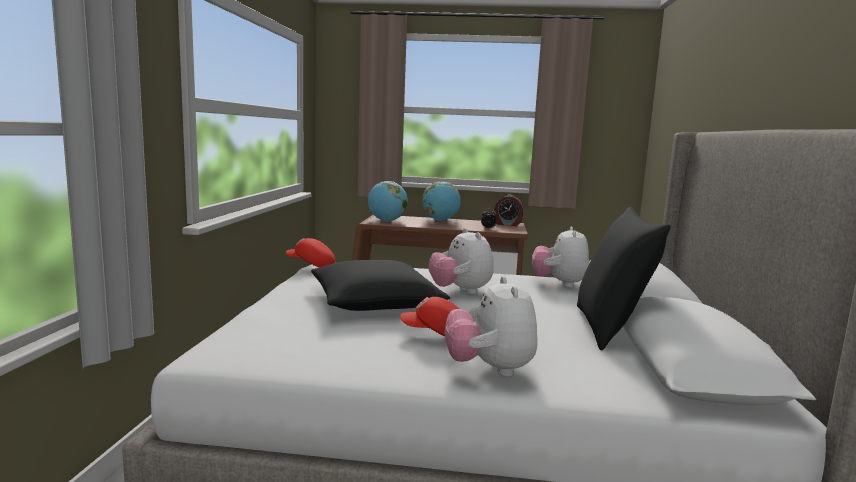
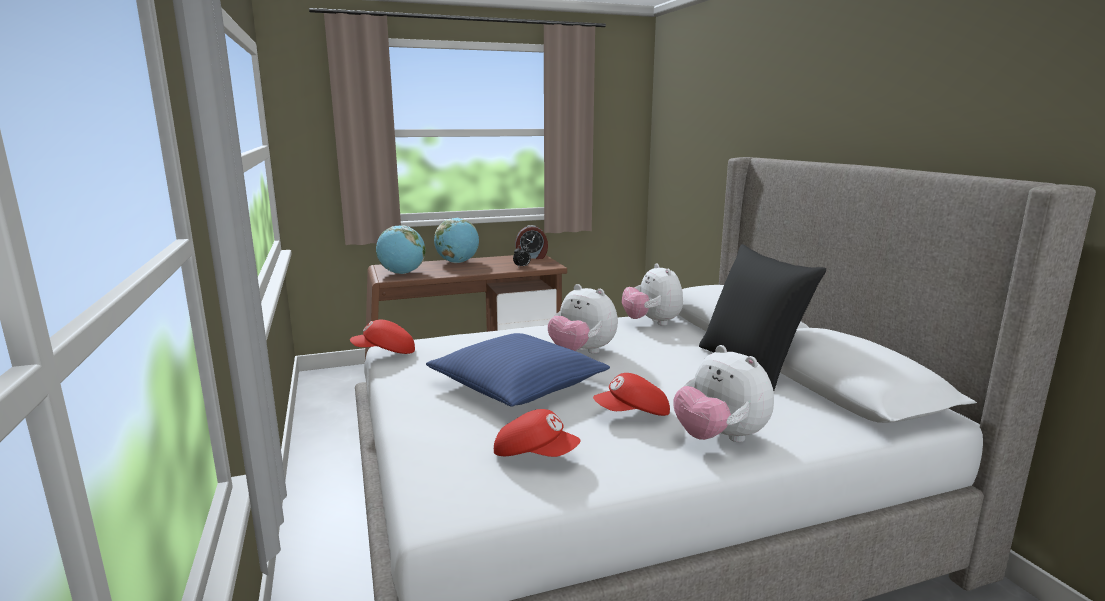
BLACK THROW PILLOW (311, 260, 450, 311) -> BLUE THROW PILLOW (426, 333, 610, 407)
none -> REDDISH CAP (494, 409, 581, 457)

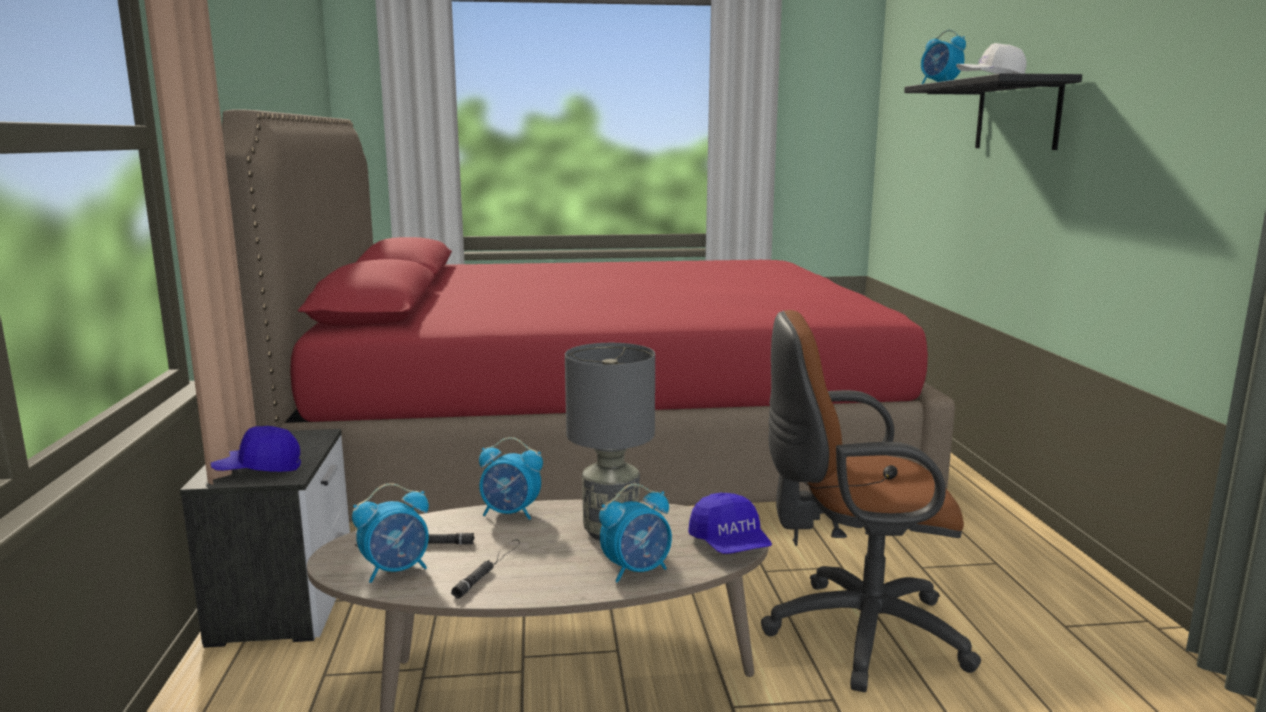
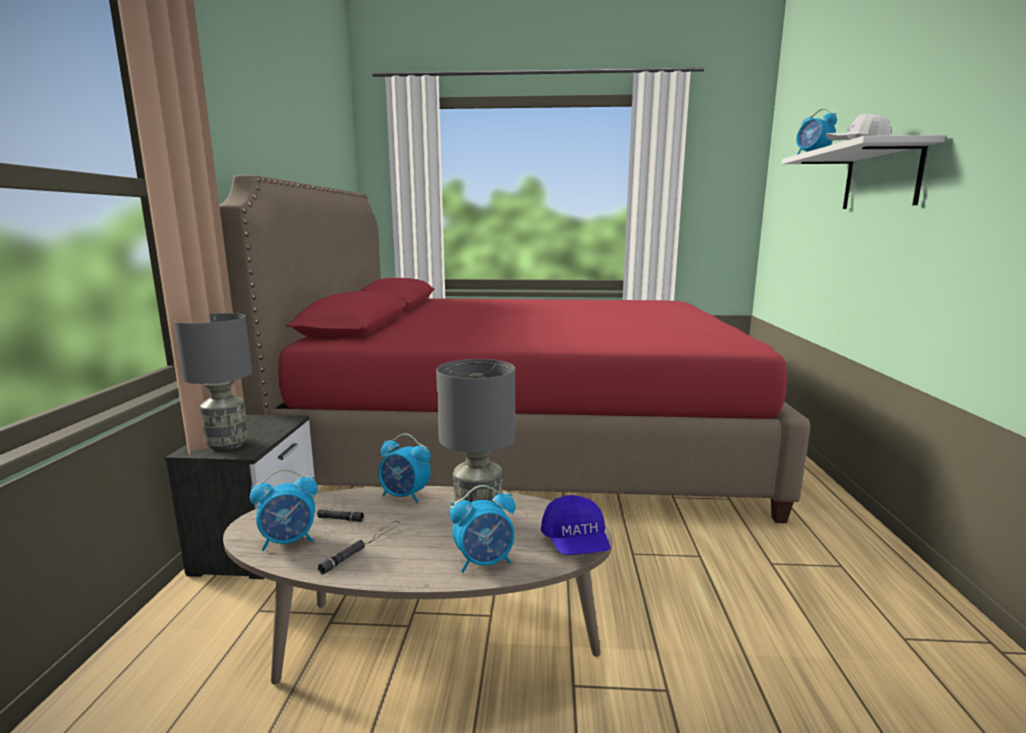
BLUE CAP (211, 426, 301, 472) -> GREYISH TABLE LAMP (174, 313, 252, 451)
BLACK SHELF (904, 74, 1082, 150) -> WHITE SHELF (782, 135, 945, 209)
BROWN OFFICE CHAIR (761, 310, 981, 692) -> none

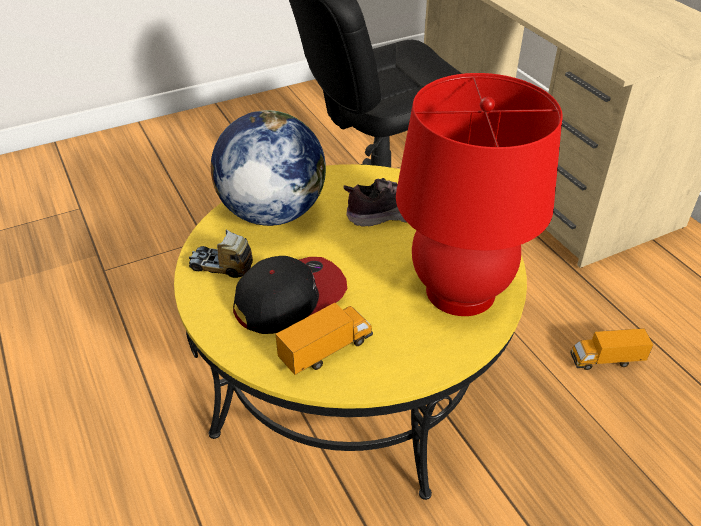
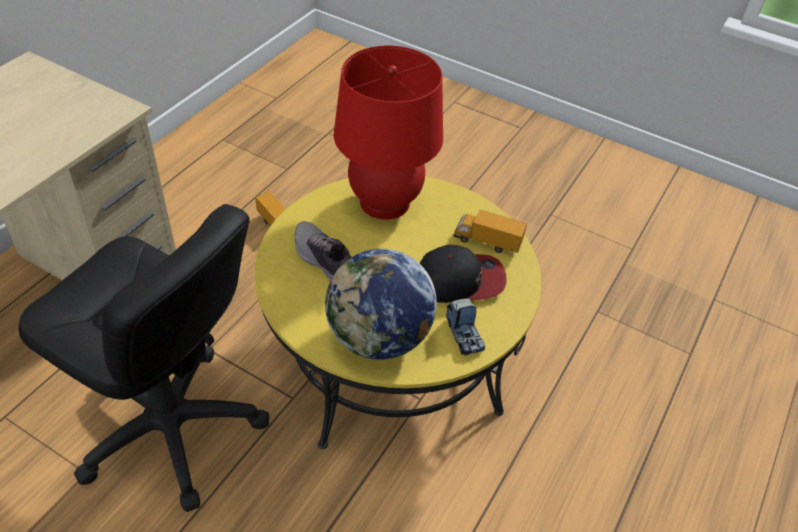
CAP (233, 256, 347, 334) -> CAP (419, 245, 507, 303), 150 degrees clockwise

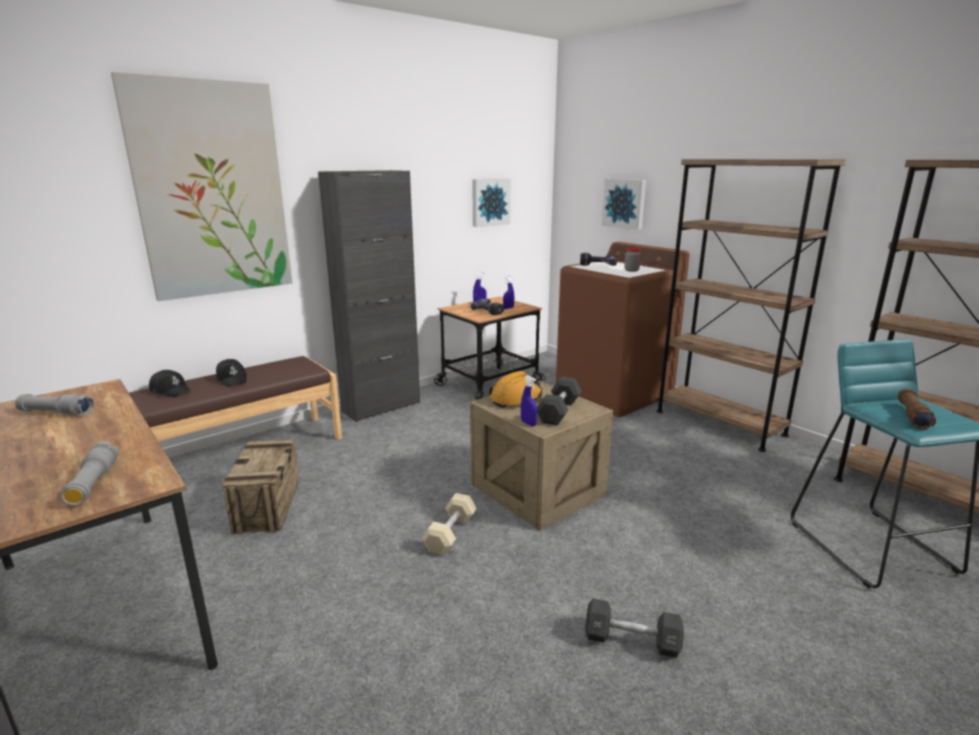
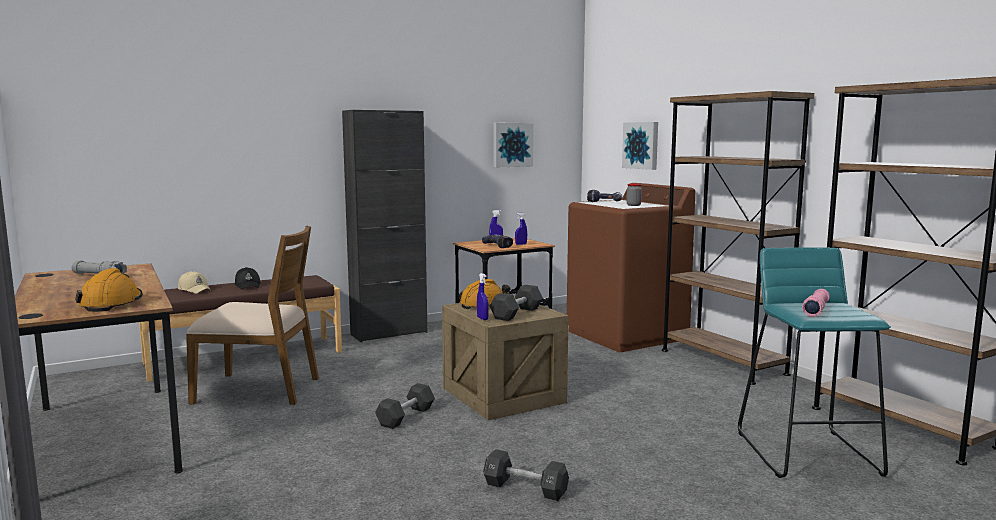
GREYISH TORCH (60, 441, 119, 506) -> ORANGE-COLOURED SAFETY HELMET (75, 268, 143, 312)
BLACK CAP (149, 370, 191, 397) -> BEIGE CAP (178, 271, 210, 294)
CRATE (222, 439, 299, 535) -> BROWN CHAIR (186, 226, 319, 405)
BEIGE DUMBBELL (421, 493, 477, 556) -> BLACK DUMBBELL (375, 383, 435, 429)
BROWN TORCH (898, 389, 936, 430) -> PINK-COLOURED TORCH (802, 289, 830, 317)
PICTURE (111, 72, 292, 301) -> none

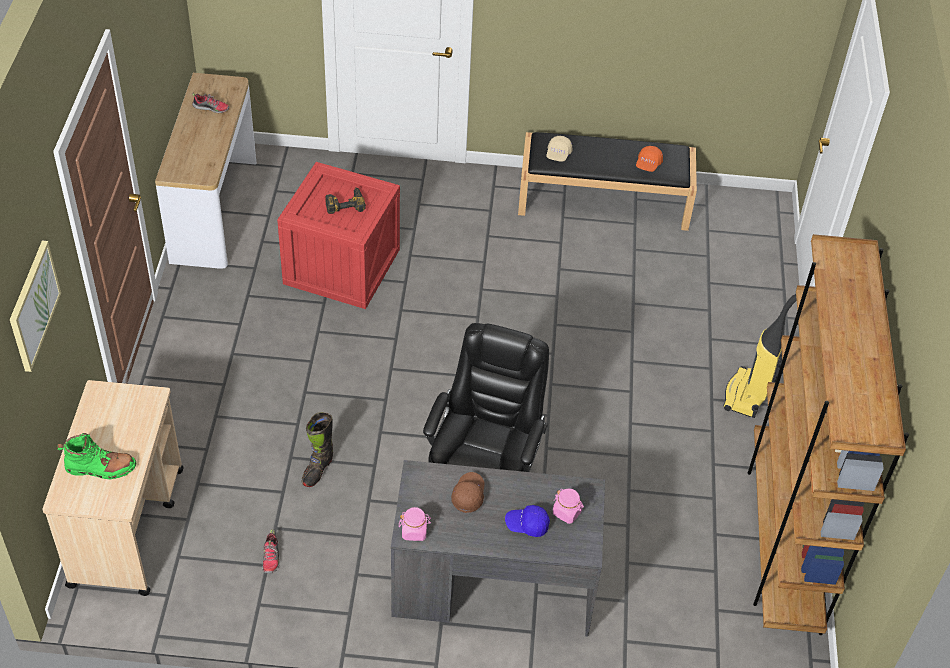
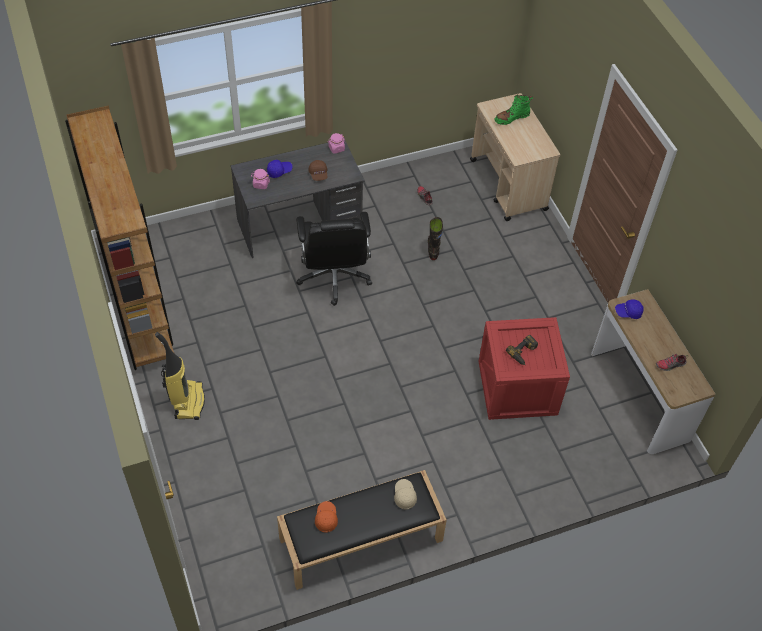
none -> BLUE CAP (615, 299, 644, 319)
PICTURE (10, 241, 61, 372) -> none

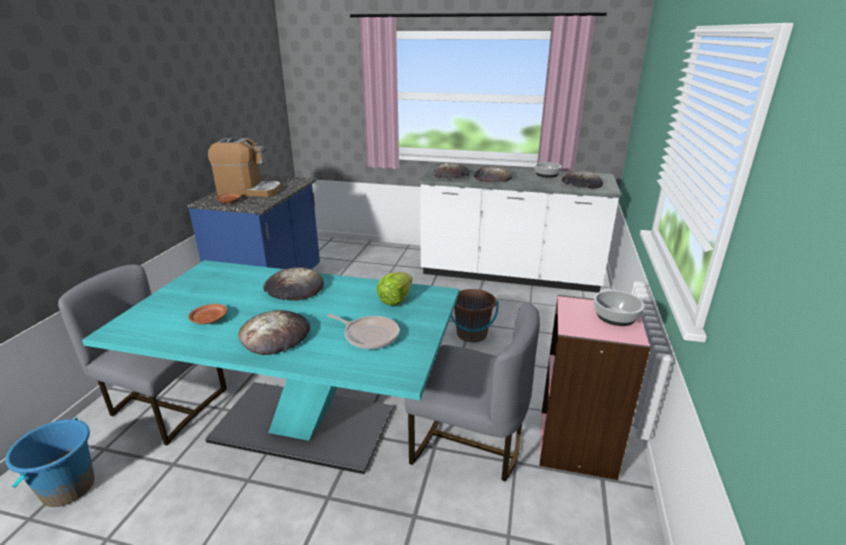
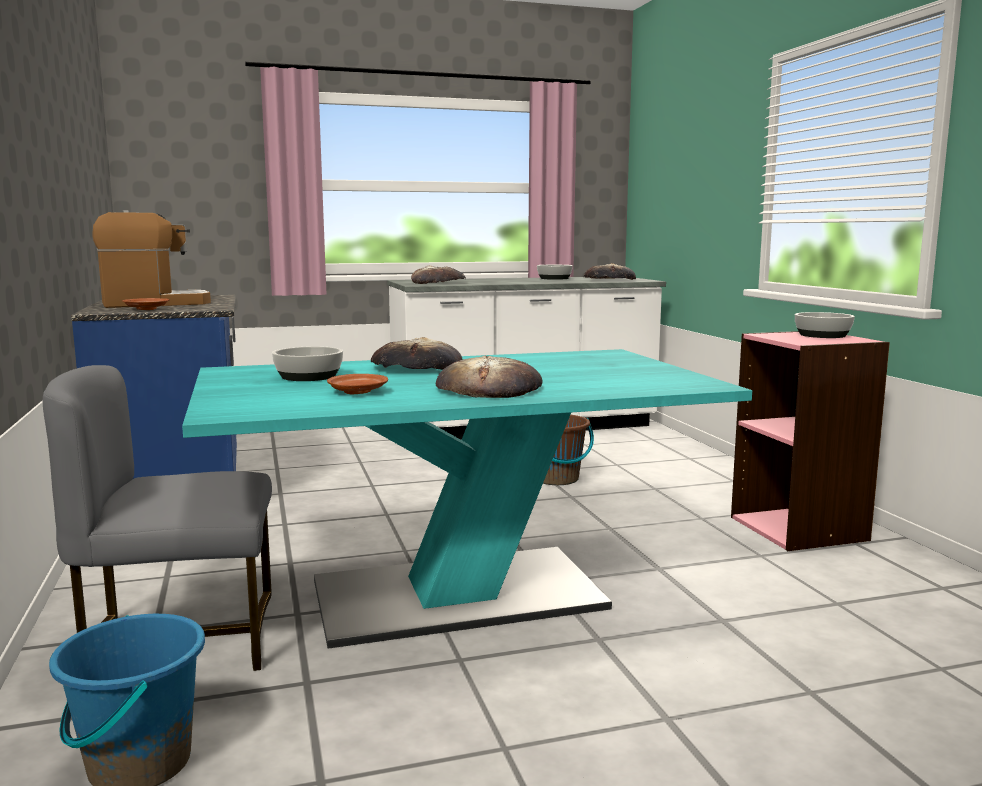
none -> SERVING BOWL (272, 346, 343, 381)
PAN (327, 314, 399, 349) -> none
HEAD OF LETTUCE (377, 272, 412, 305) -> none
GREYISH CHAIR (405, 303, 540, 482) -> none
BAKED BREAD (474, 166, 512, 182) -> none

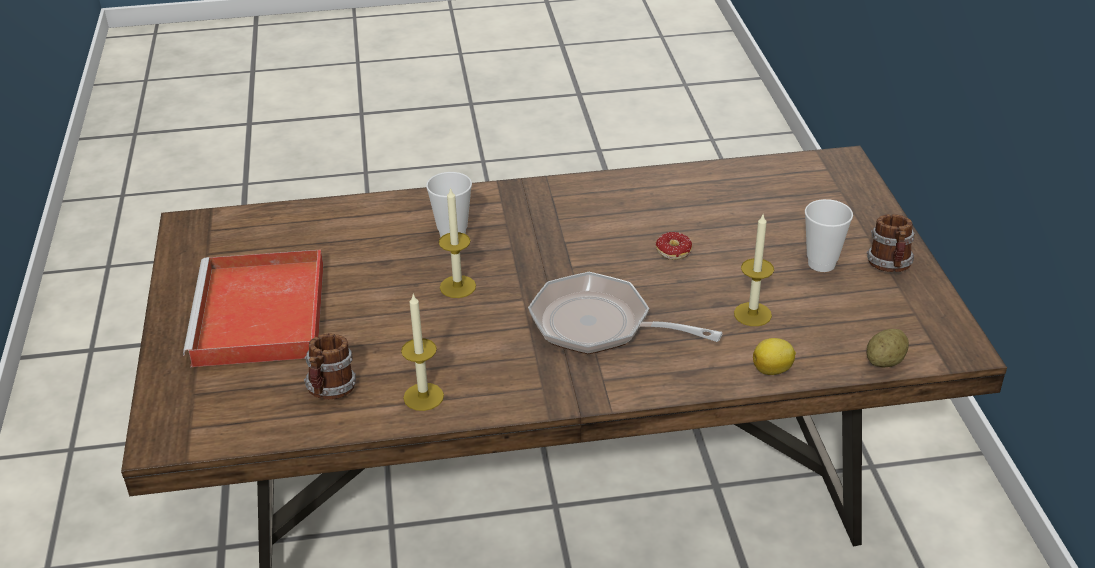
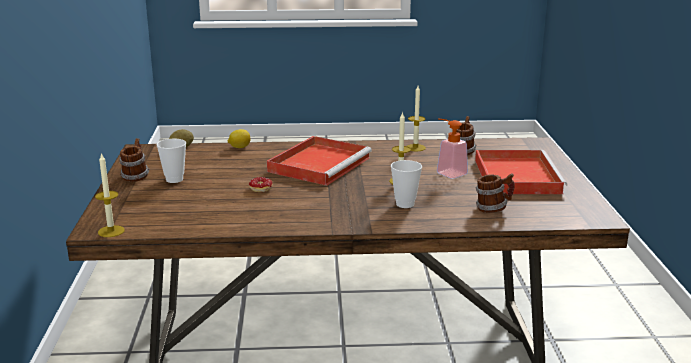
WAX CANDLE (734, 215, 774, 326) -> WAX CANDLE (95, 153, 124, 237), move
PAN (528, 272, 723, 354) -> REDDISH TRAY (267, 136, 372, 186)
none -> SOAP DISPENSER (437, 119, 468, 179)
none -> MUG (476, 174, 515, 213)

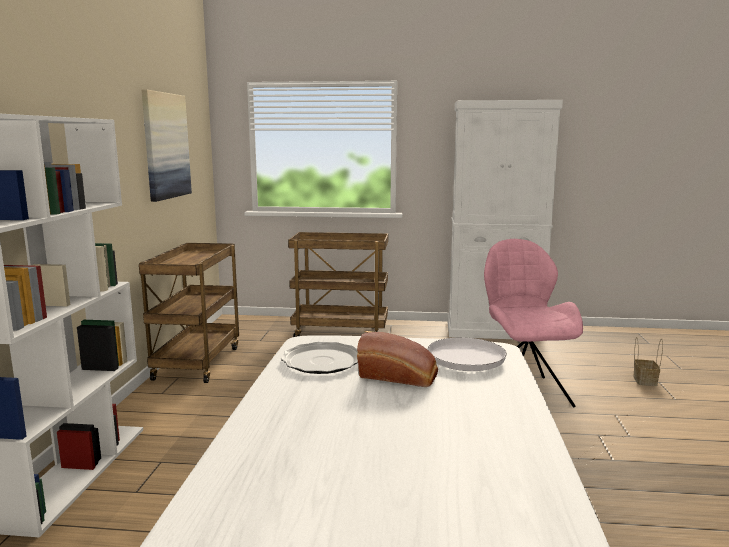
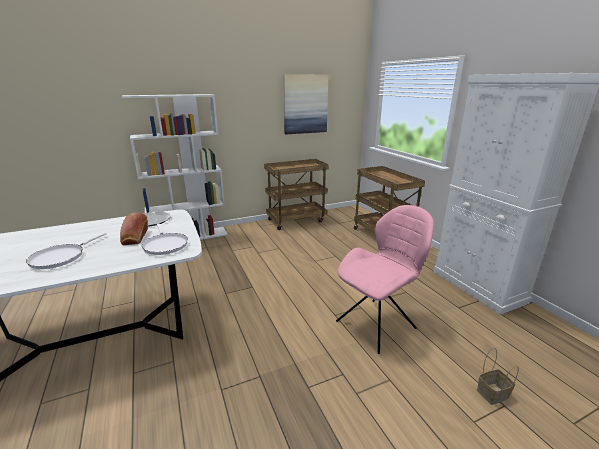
none -> WHITE PAN (26, 232, 106, 269)

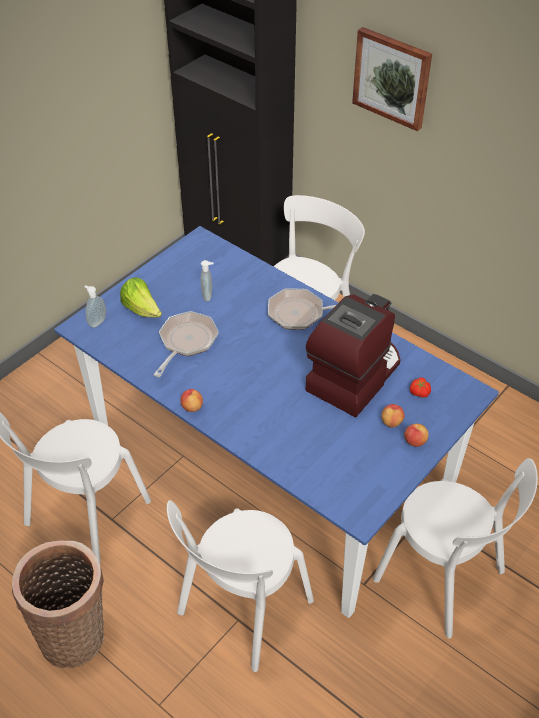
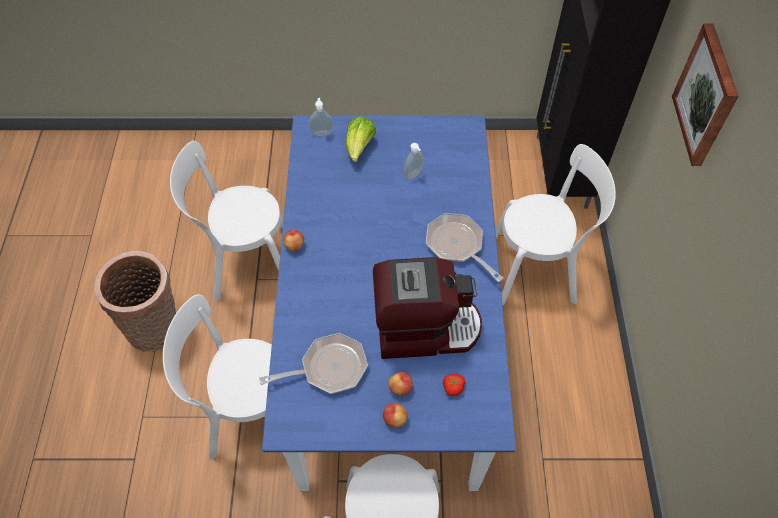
PAN (153, 311, 219, 377) -> PAN (259, 333, 368, 394), move

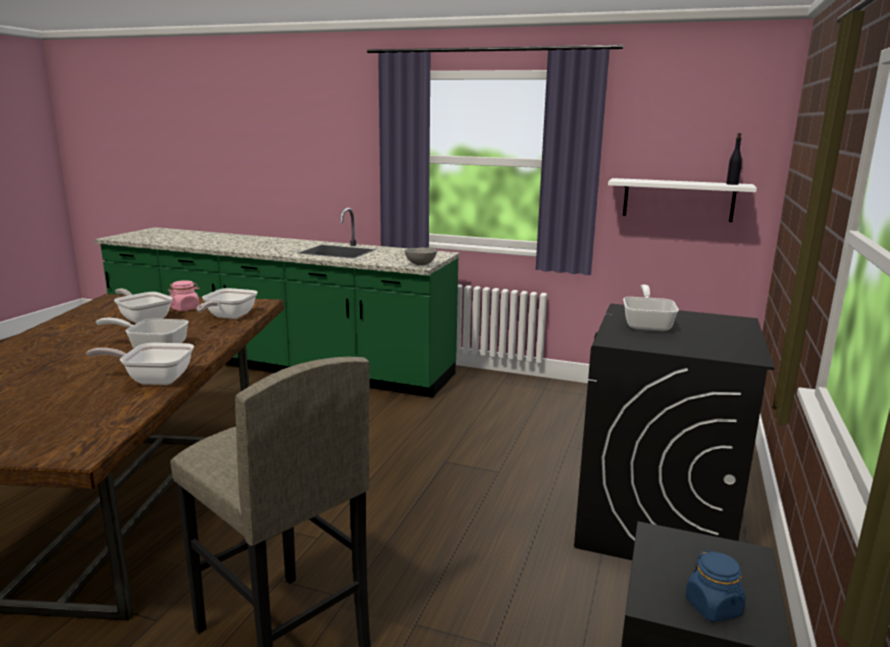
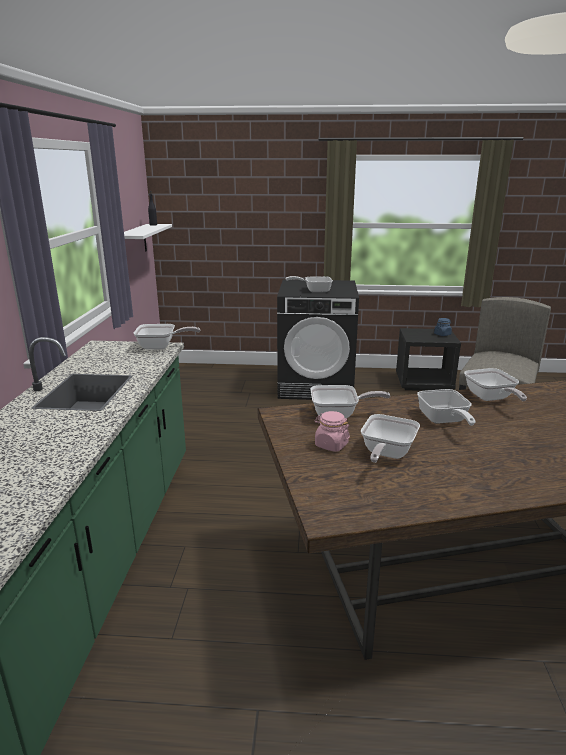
GREYISH SERVING BOWL (404, 248, 437, 266) -> PAN (133, 324, 201, 350)

